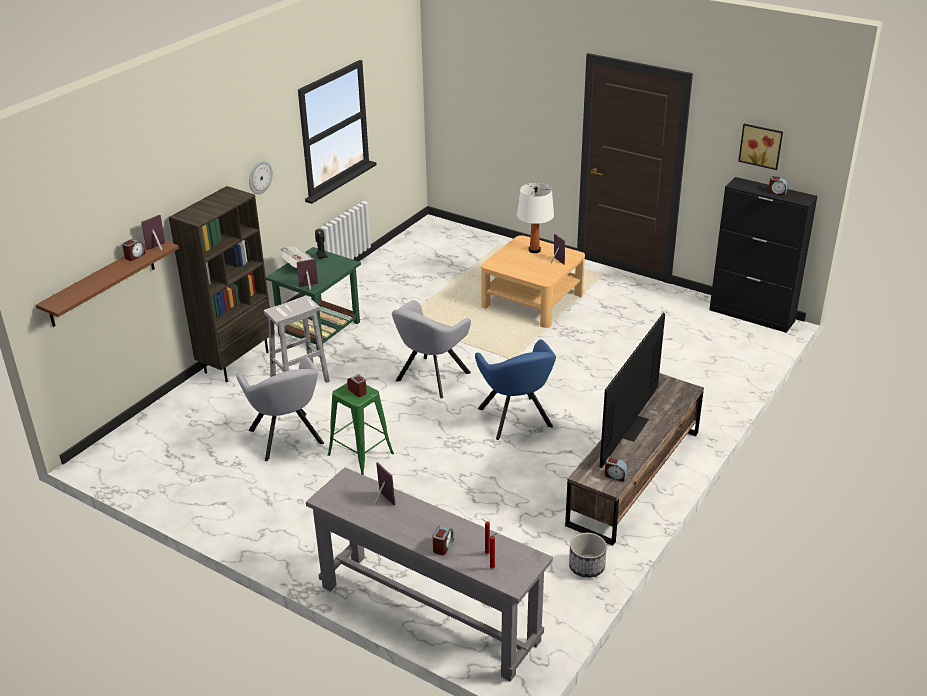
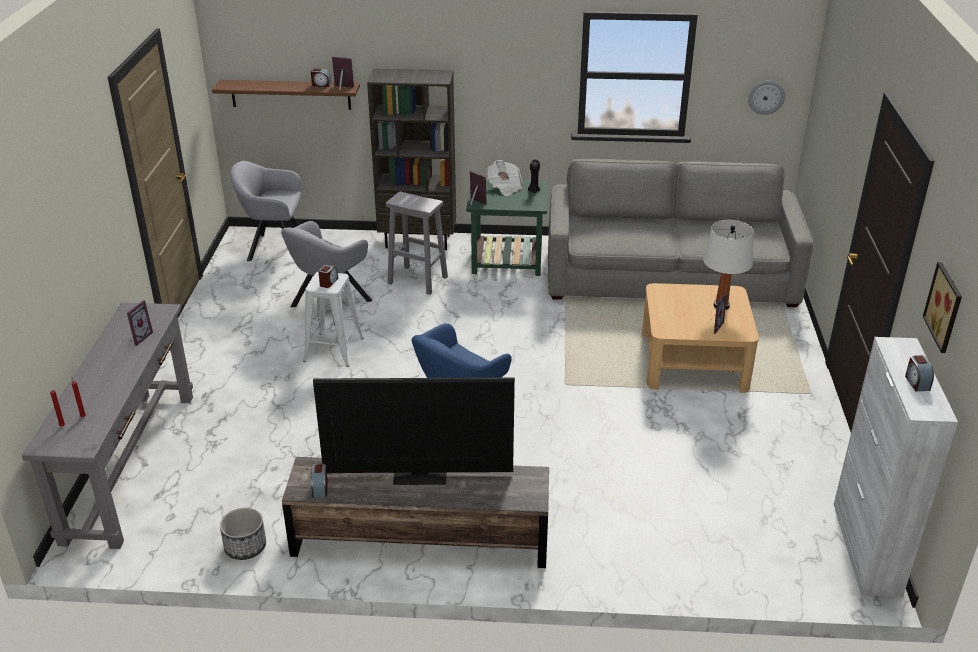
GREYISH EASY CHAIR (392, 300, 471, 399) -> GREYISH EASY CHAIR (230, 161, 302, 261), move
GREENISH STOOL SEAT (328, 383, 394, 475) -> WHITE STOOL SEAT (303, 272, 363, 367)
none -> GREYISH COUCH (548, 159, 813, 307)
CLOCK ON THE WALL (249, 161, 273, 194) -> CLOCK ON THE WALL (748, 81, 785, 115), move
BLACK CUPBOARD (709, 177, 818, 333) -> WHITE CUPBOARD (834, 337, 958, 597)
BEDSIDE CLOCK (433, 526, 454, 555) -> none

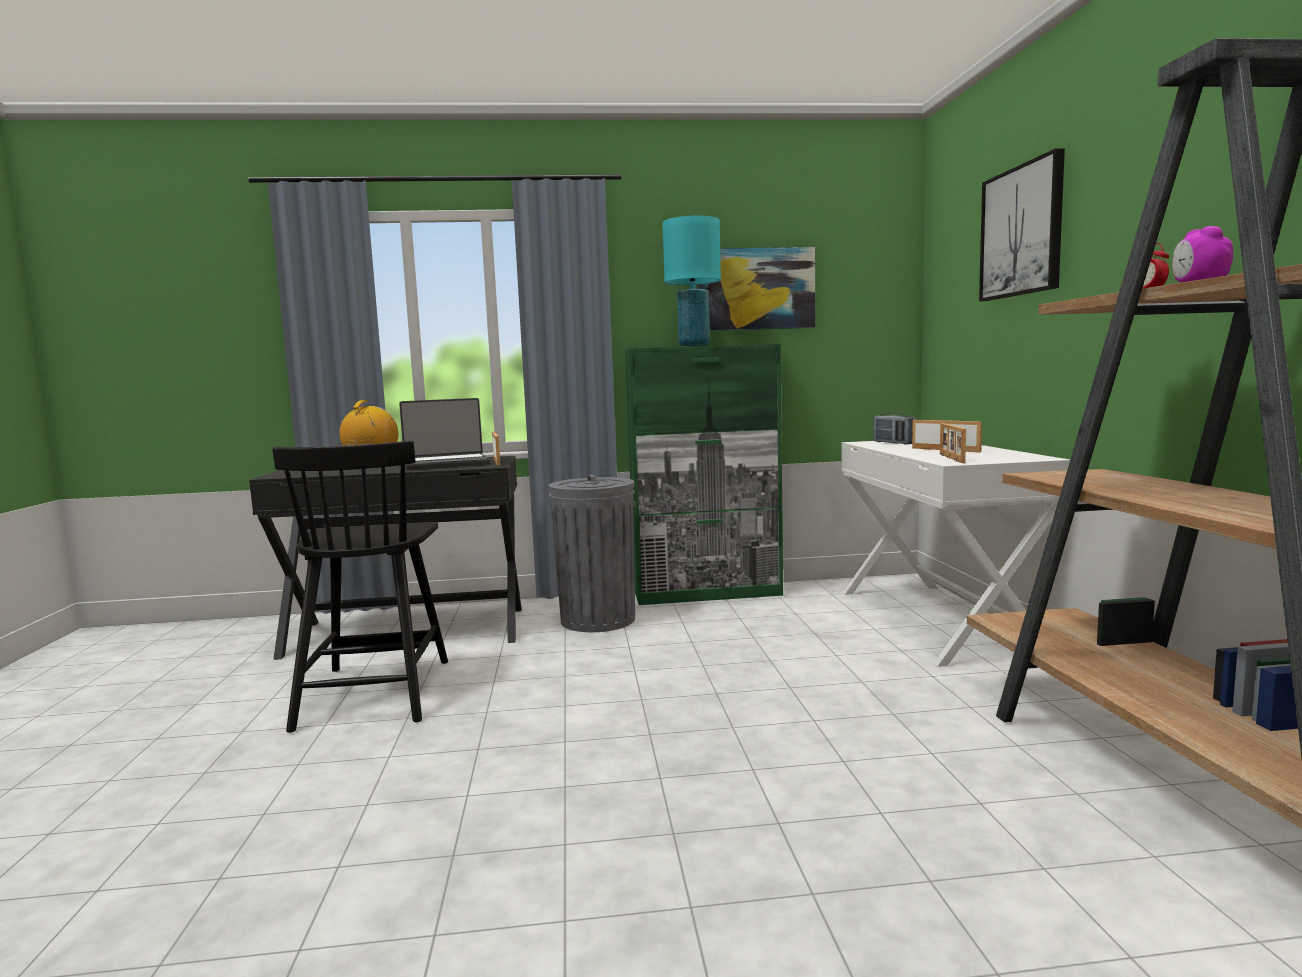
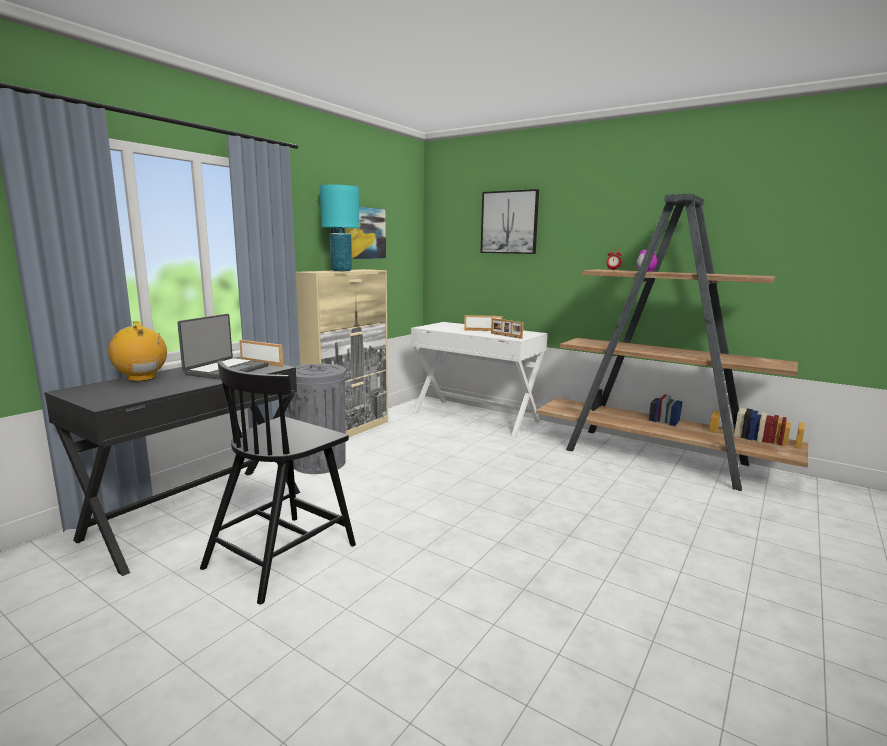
BLACK CHAIR (272, 441, 448, 733) -> BLACK CHAIR (200, 361, 356, 604), 90 degrees clockwise
GREENISH CUPBOARD (625, 344, 783, 605) -> BEIGE CUPBOARD (296, 269, 388, 437)
RADIO SET (873, 412, 916, 444) -> none

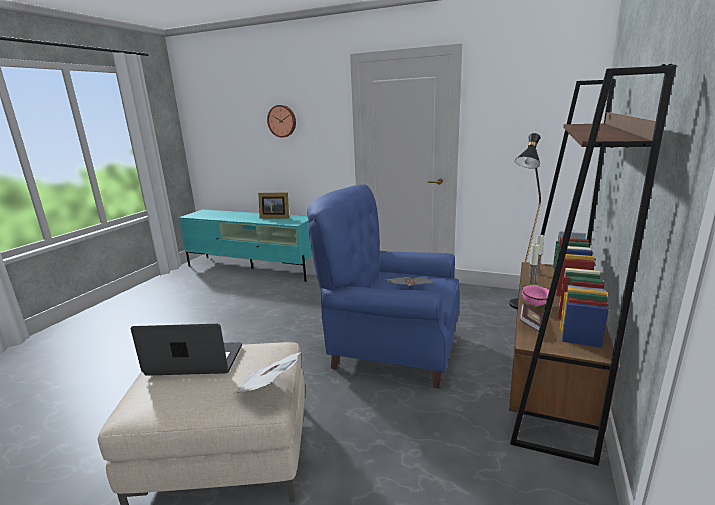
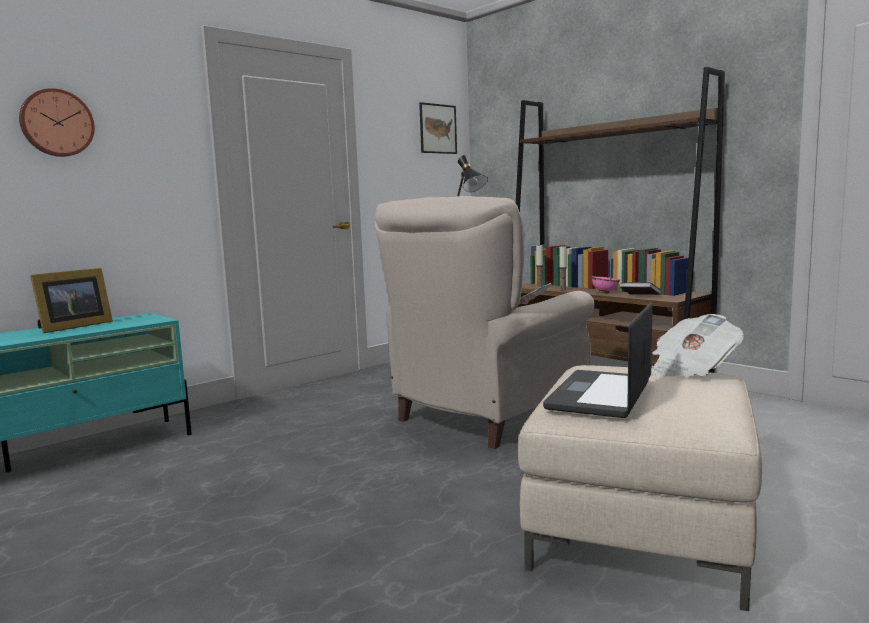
BLUE EASY CHAIR (307, 184, 460, 388) -> BEIGE EASY CHAIR (375, 196, 595, 449)
none -> PICTURE (419, 102, 457, 154)

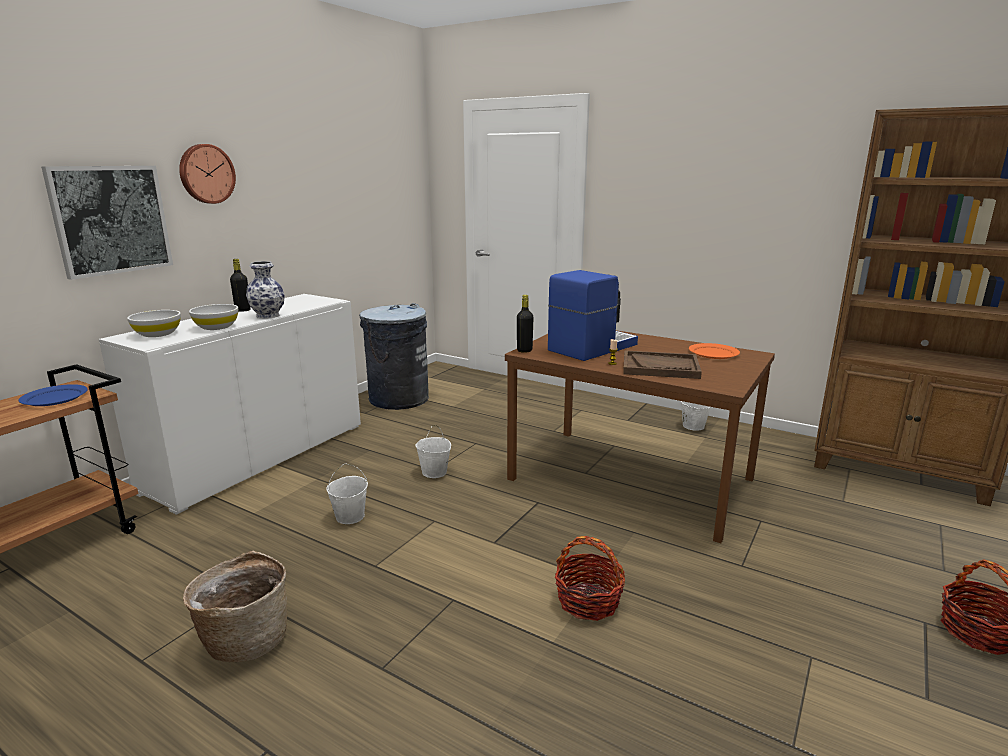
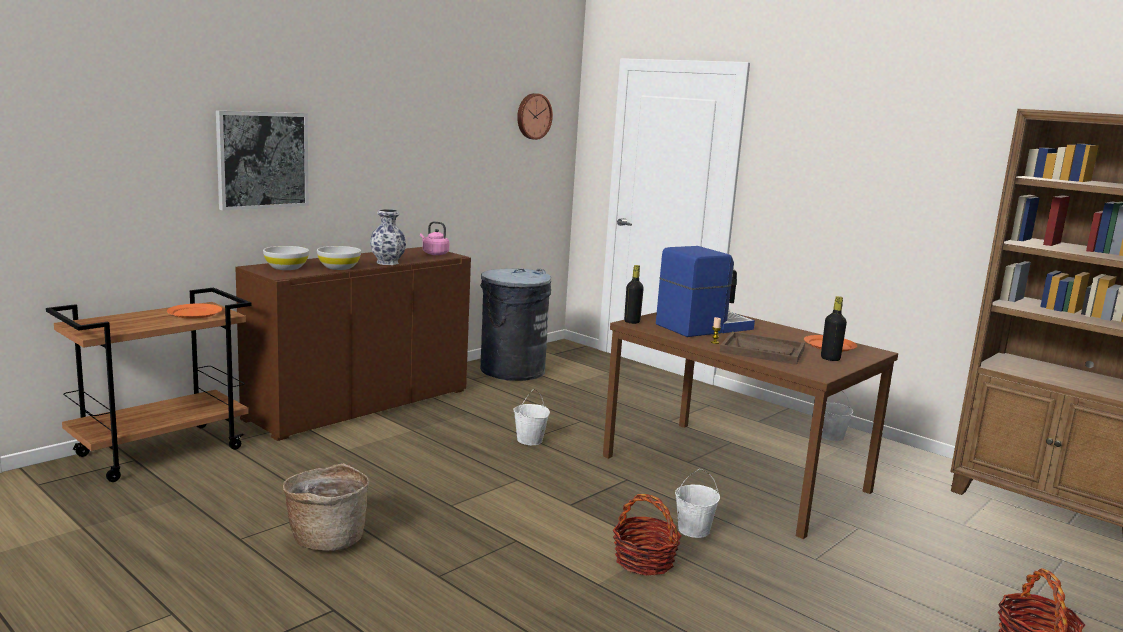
BLUE PLATE (18, 384, 88, 406) -> ORANGE-COLOURED PLATE (167, 304, 222, 319)
WHITE CUPBOARD (99, 294, 361, 515) -> BROWN CUPBOARD (235, 247, 471, 441)
none -> PINK-COLOURED WATER KETTLE (420, 221, 449, 255)
CLOCK ON THE WALL (179, 144, 236, 204) -> CLOCK ON THE WALL (517, 93, 553, 140), move
WHITE BUCKET (326, 463, 368, 524) -> WHITE BUCKET (675, 469, 720, 538), move
BLACK BOTTLE (230, 259, 251, 312) -> BLACK BOTTLE (821, 296, 847, 361), move

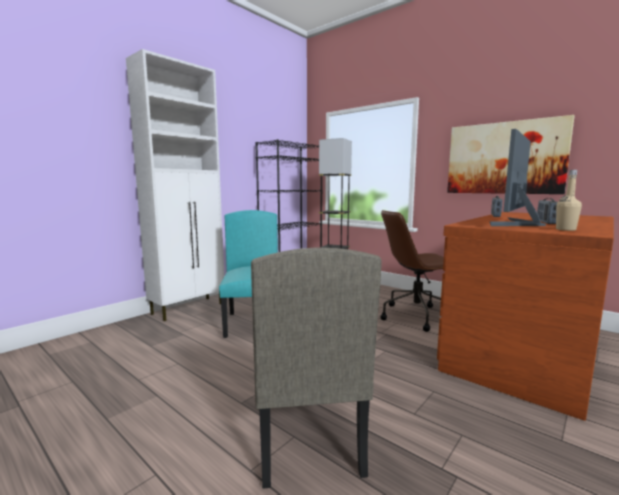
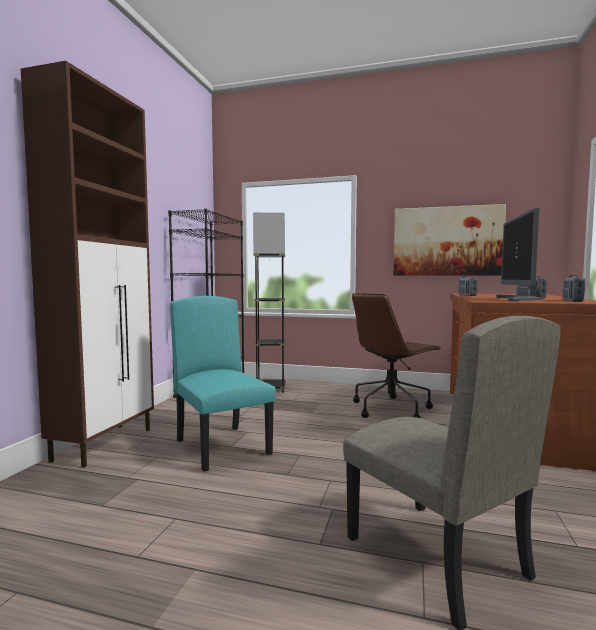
WHITE CUPBOARD (126, 49, 224, 321) -> BROWN CUPBOARD (21, 61, 154, 468)
BEIGE BOTTLE (556, 170, 582, 231) -> RADIO SET (563, 275, 585, 302)

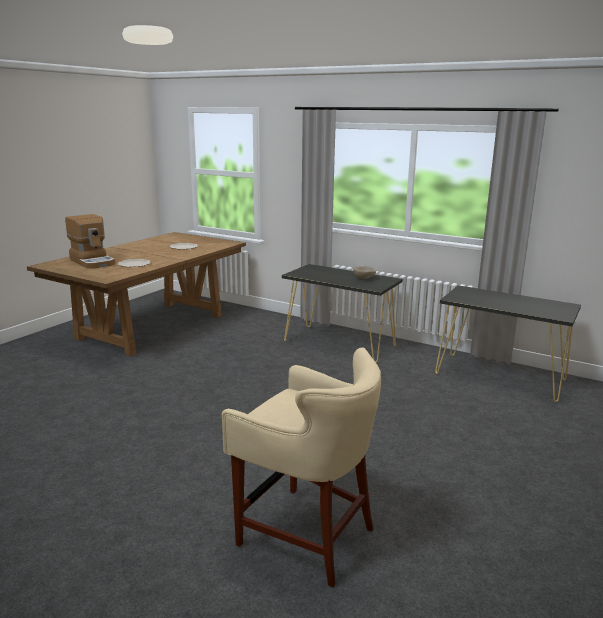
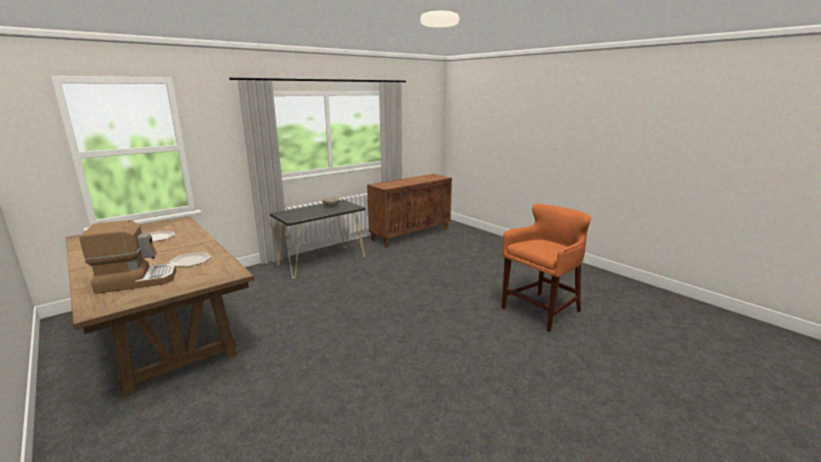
BLACK NARROW TABLE (435, 285, 581, 402) -> BROWN CUPBOARD (367, 174, 452, 248)
BEIGE STOOL SEAT (222, 348, 381, 588) -> ORANGE-COLOURED STOOL SEAT (502, 204, 591, 332)

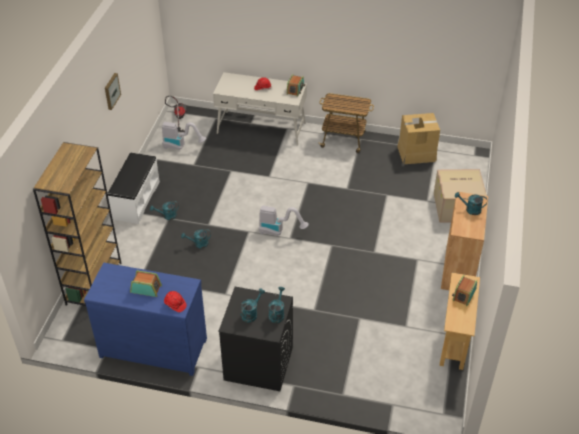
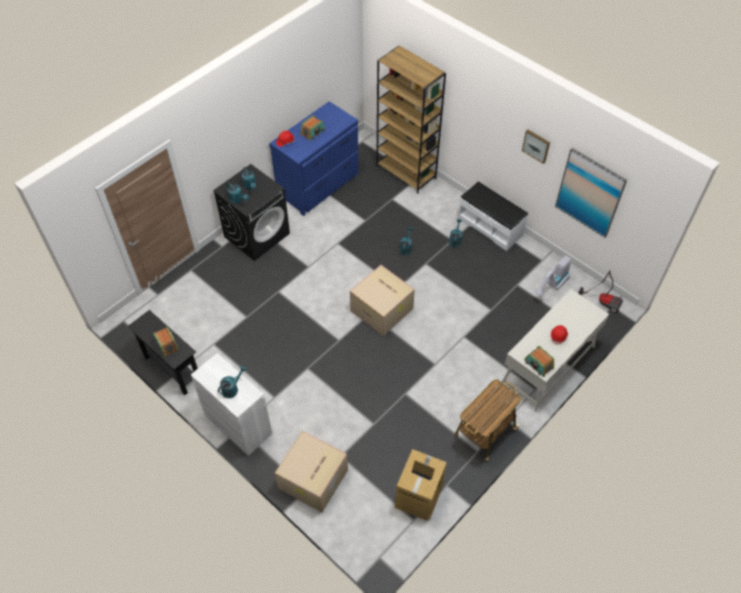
BEIGE NARROW TABLE (439, 273, 480, 370) -> BLACK NARROW TABLE (127, 310, 198, 395)
BROWN CUPBOARD (441, 192, 488, 290) -> WHITE CUPBOARD (191, 353, 273, 456)
VACUUM (259, 206, 309, 236) -> CARTON (350, 265, 415, 336)
none -> PICTURE (555, 148, 627, 238)

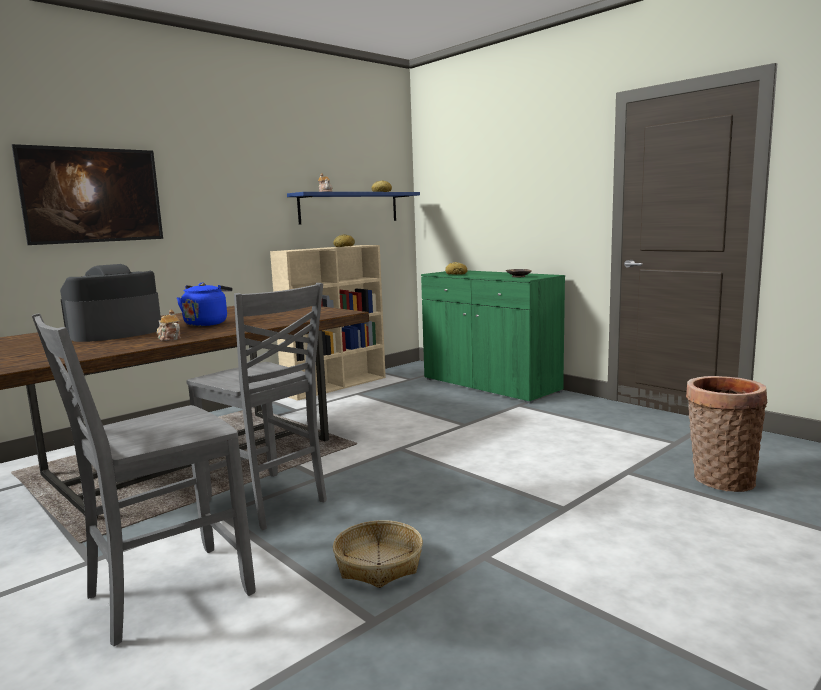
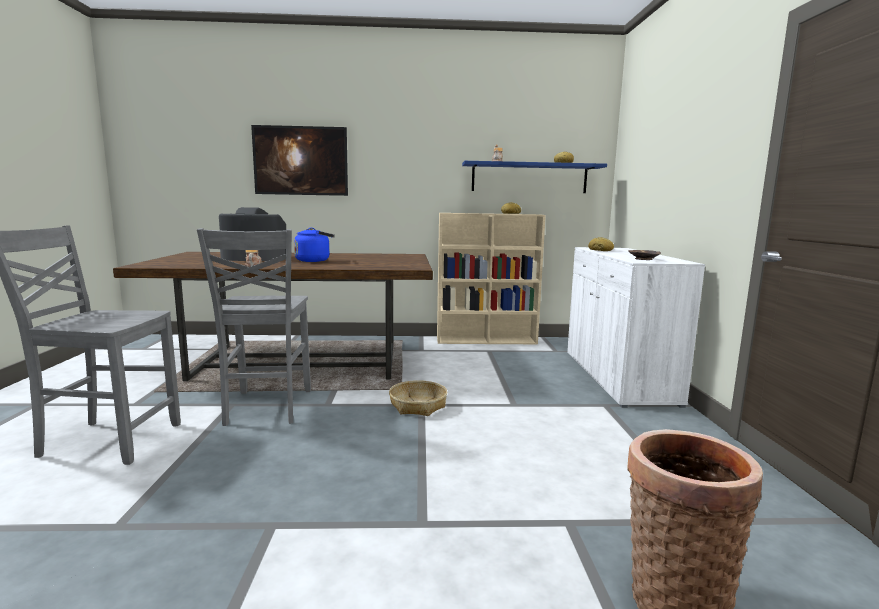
HOUSEHOLD BASKET (333, 520, 423, 588) -> HOUSEHOLD BASKET (389, 380, 447, 416), move
GREENISH CUPBOARD (421, 270, 565, 404) -> WHITE CUPBOARD (567, 247, 705, 408)

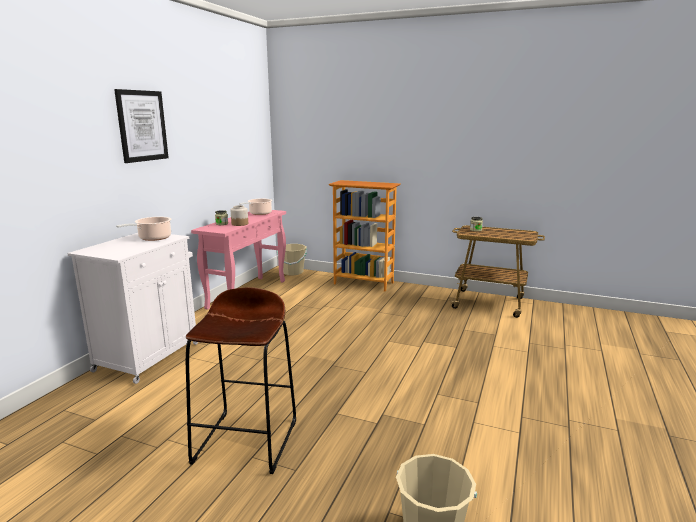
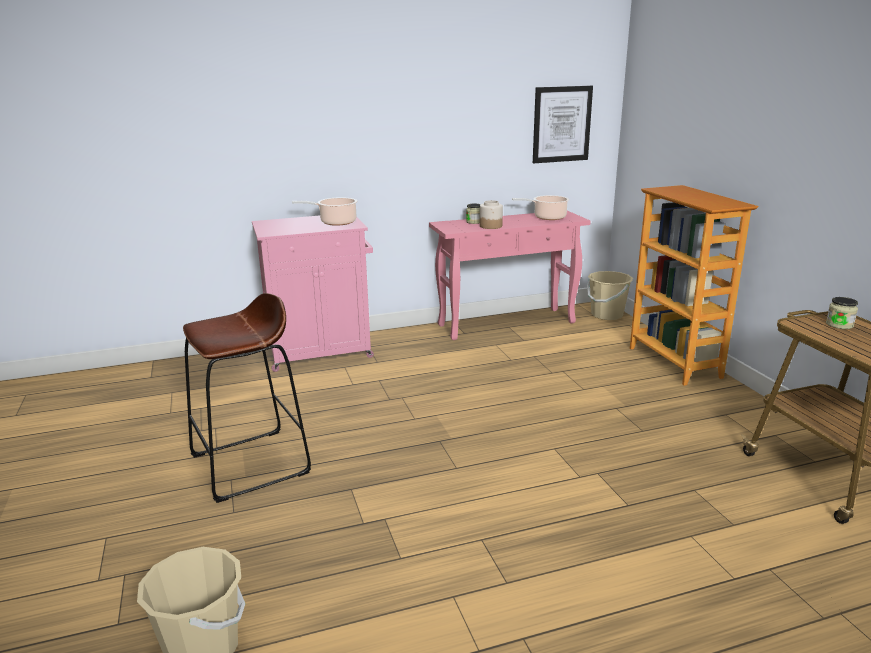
WHITE CUPBOARD (67, 233, 198, 384) -> PINK-COLOURED CUPBOARD (252, 216, 374, 372)
PICTURE (114, 89, 169, 163) -> PICTURE (533, 86, 593, 163), move

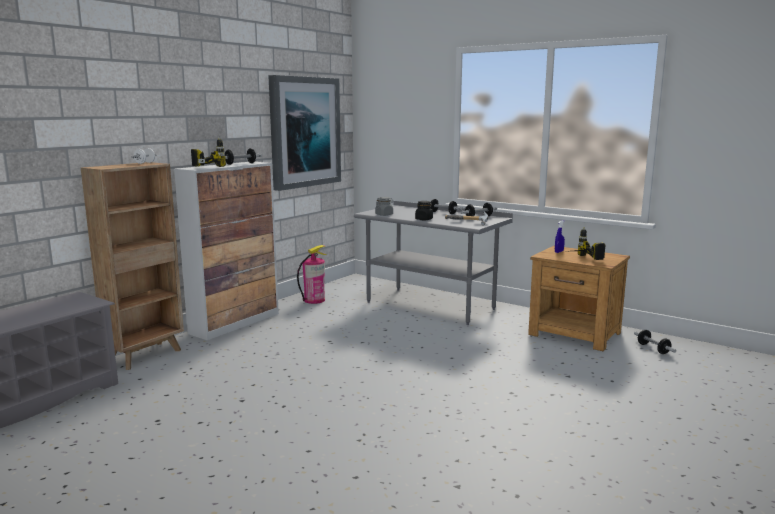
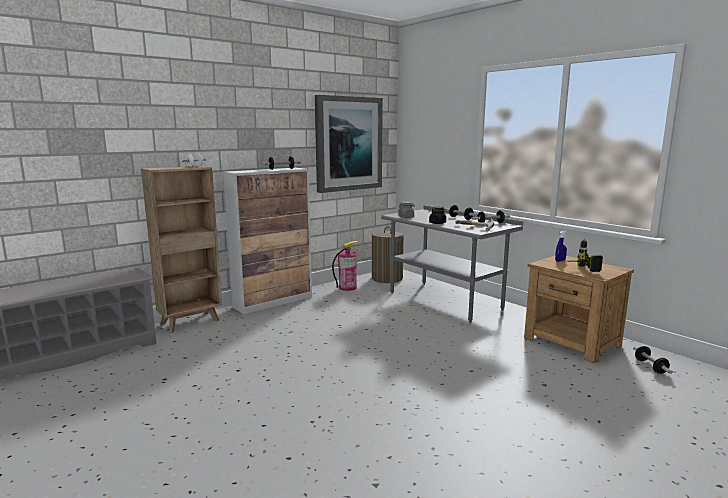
none -> WASHING BASKET (372, 226, 404, 283)
POWER DRILL (191, 137, 226, 167) -> none

